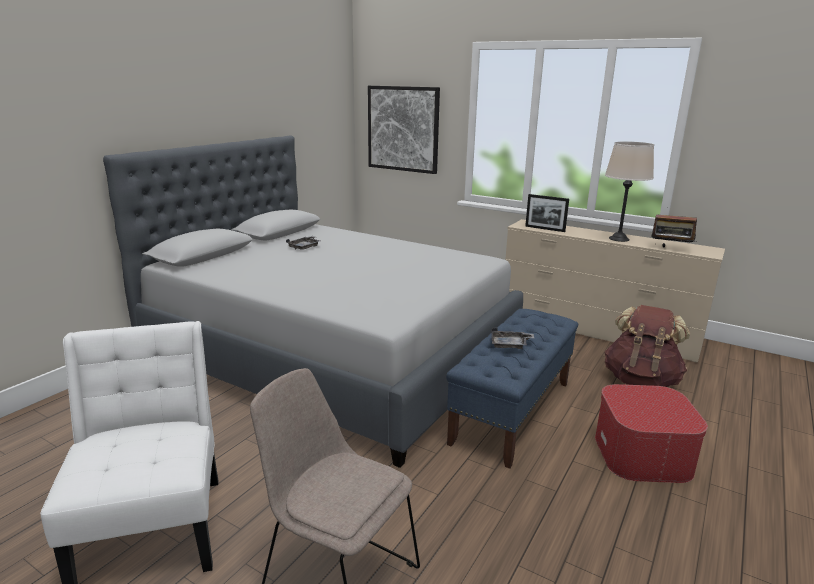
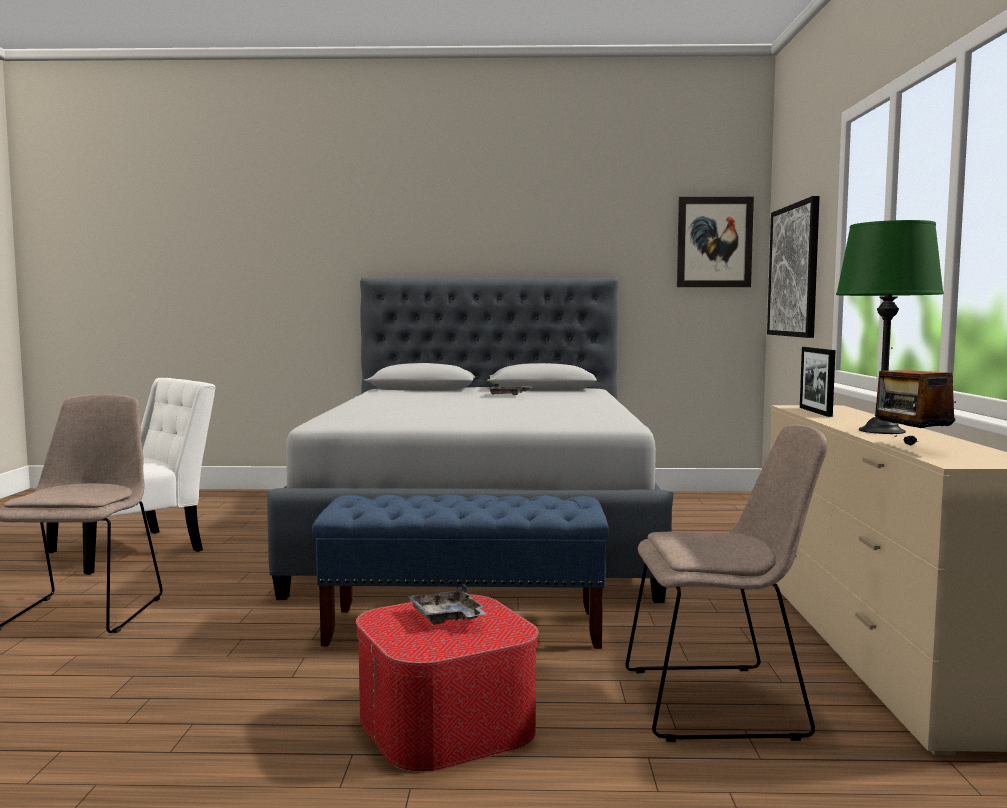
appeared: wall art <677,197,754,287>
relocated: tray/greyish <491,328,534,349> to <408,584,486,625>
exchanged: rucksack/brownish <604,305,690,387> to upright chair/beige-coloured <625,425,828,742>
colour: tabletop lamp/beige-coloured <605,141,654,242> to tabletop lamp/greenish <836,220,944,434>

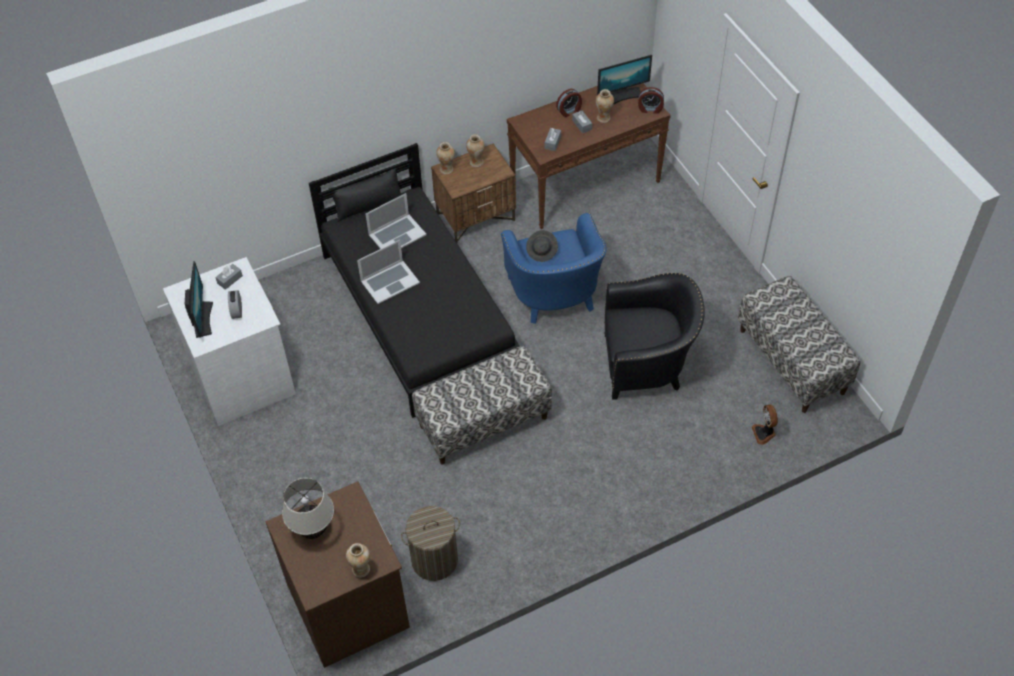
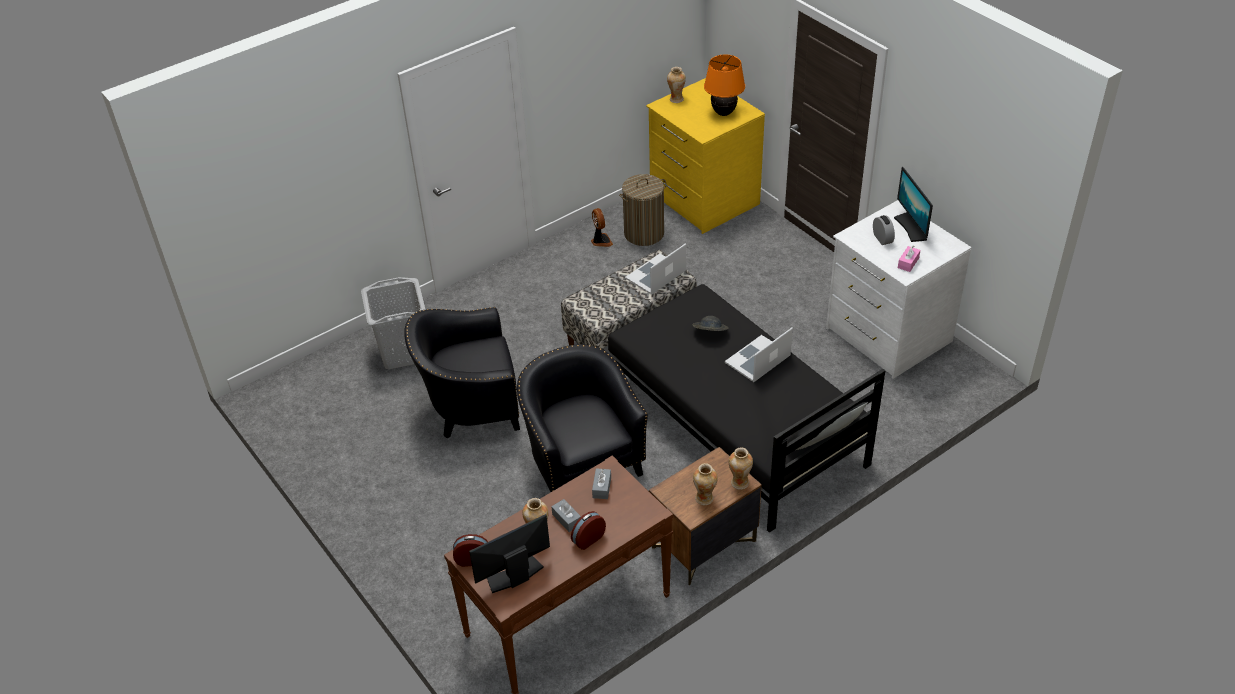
missing: indoor bench <738,276,860,413>
appeared: washing basket/greyish <361,277,426,369>
relocated: cooling fan <752,405,778,445> to <591,208,613,247>; notebook computer <366,193,426,249> to <625,243,686,295>; hat/greyish <526,230,558,262> to <692,316,729,331>
colour: lounge chair/blue-coloured <501,213,607,324> to lounge chair/blackish <517,345,648,492>; chest of drawers/brownish <266,481,410,668> to chest of drawers/yellow-coloured <646,78,765,234>; tabletop lamp/beige-coloured <282,478,334,539> to tabletop lamp/orange <704,54,745,116>; tissue box/greyish <215,264,243,290> to tissue box/pink-coloured <898,246,920,272>

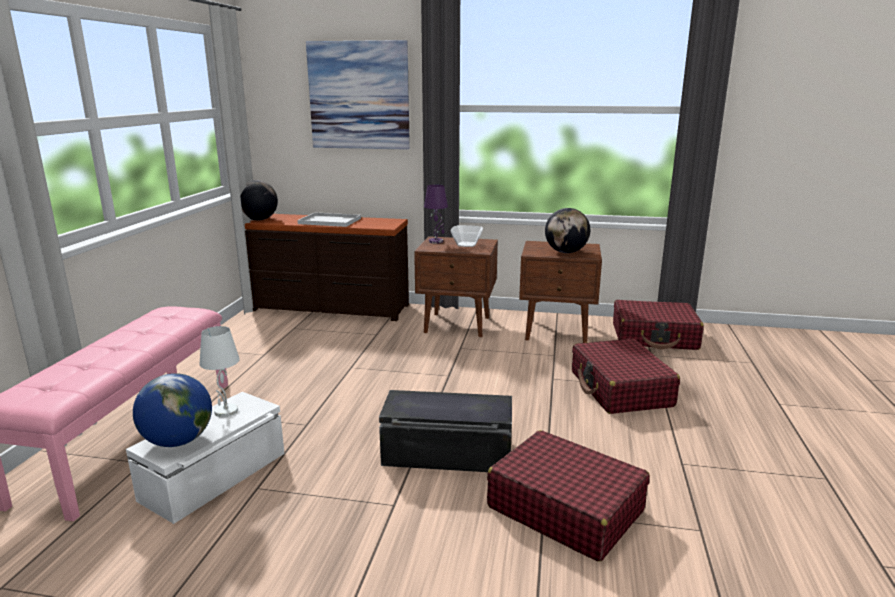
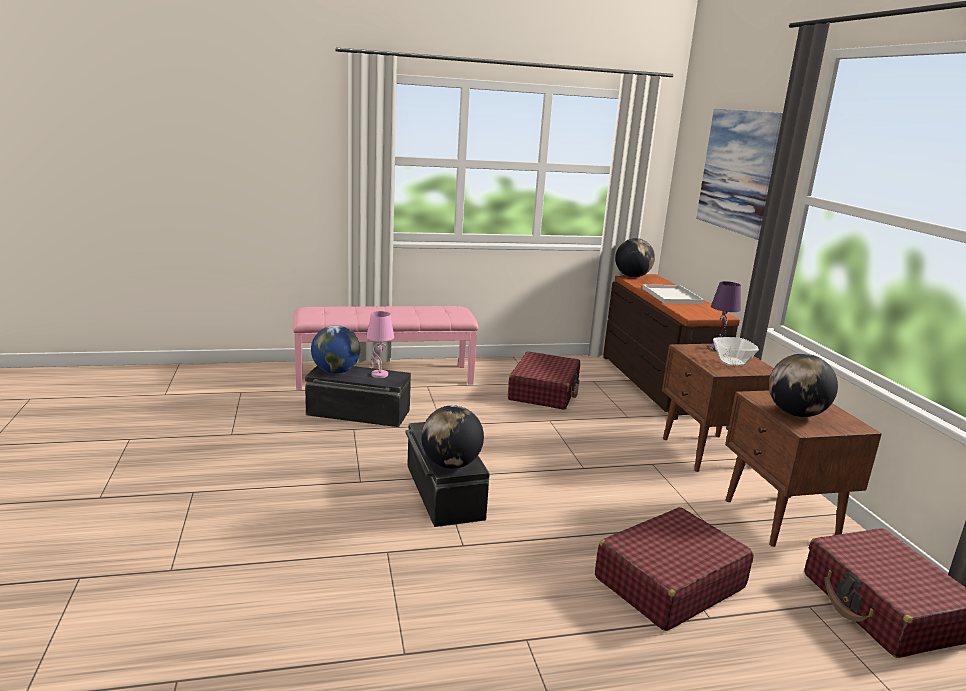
appeared: world globe <421,405,484,469>
relocated: travel case/reddish <487,430,650,562> to <508,351,580,410>
colour: storage box/whitish <126,392,284,524> to storage box/blackish <305,366,411,427>; tabletop lamp/whitish <200,326,240,417> to tabletop lamp/pink-coloured <366,311,394,378>

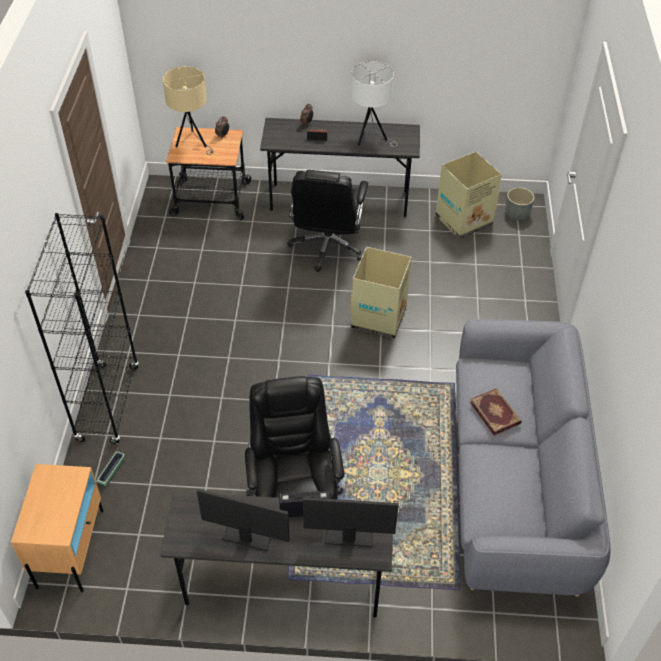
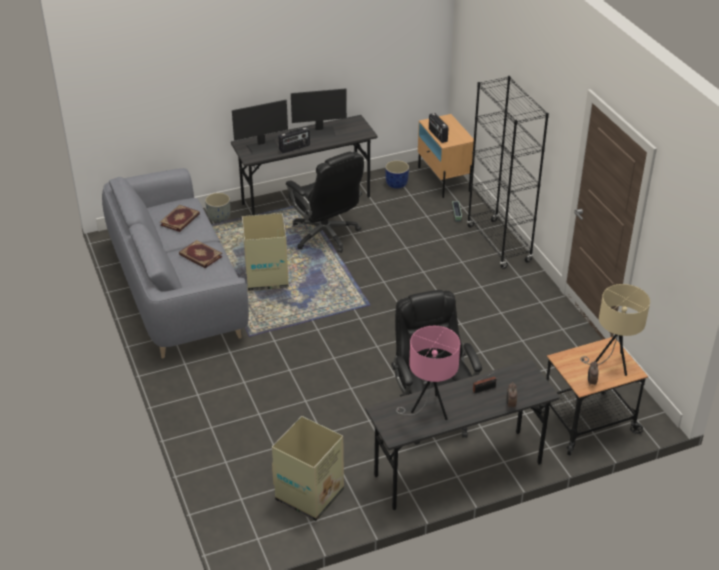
appeared: volume <160,205,200,232>; plant pot/blue-coloured <385,160,409,189>; radio <429,113,448,143>
relocated: plant pot/greyish <506,187,535,220> to <205,193,230,222>; packing box <351,247,412,338> to <242,213,289,291>
colour: tabletop lamp/whitish <351,61,398,147> to tabletop lamp/pink-coloured <396,326,460,420>

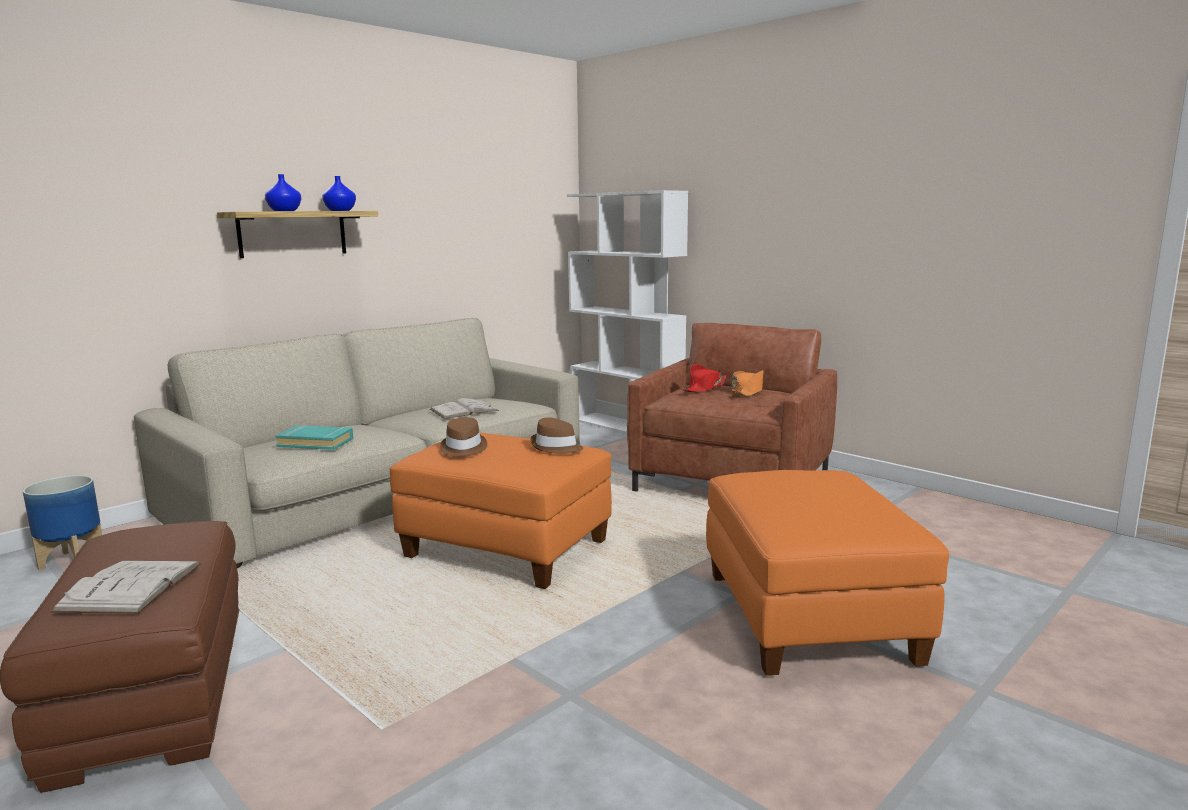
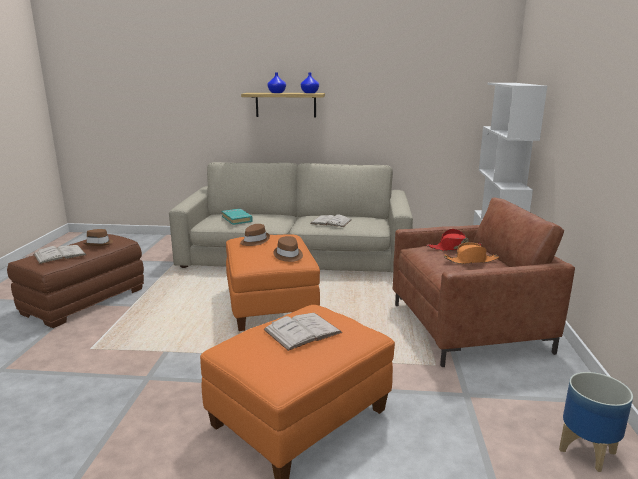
appeared: hat/brownish <84,229,113,246>; volume/whitish <263,313,342,351>
relocated: plant pot <23,475,102,570> to <559,372,633,472>

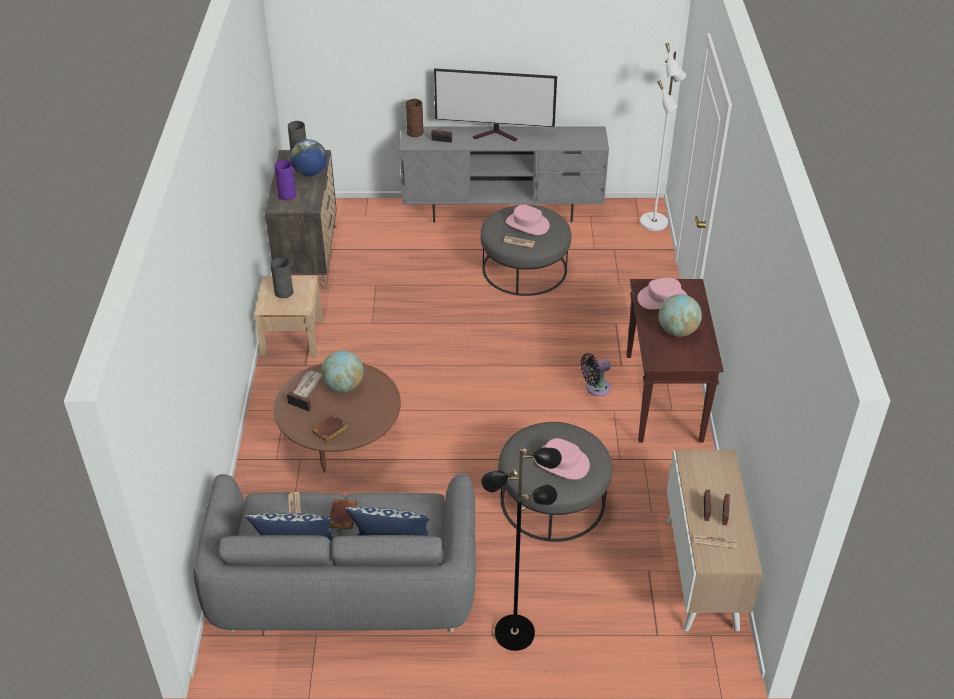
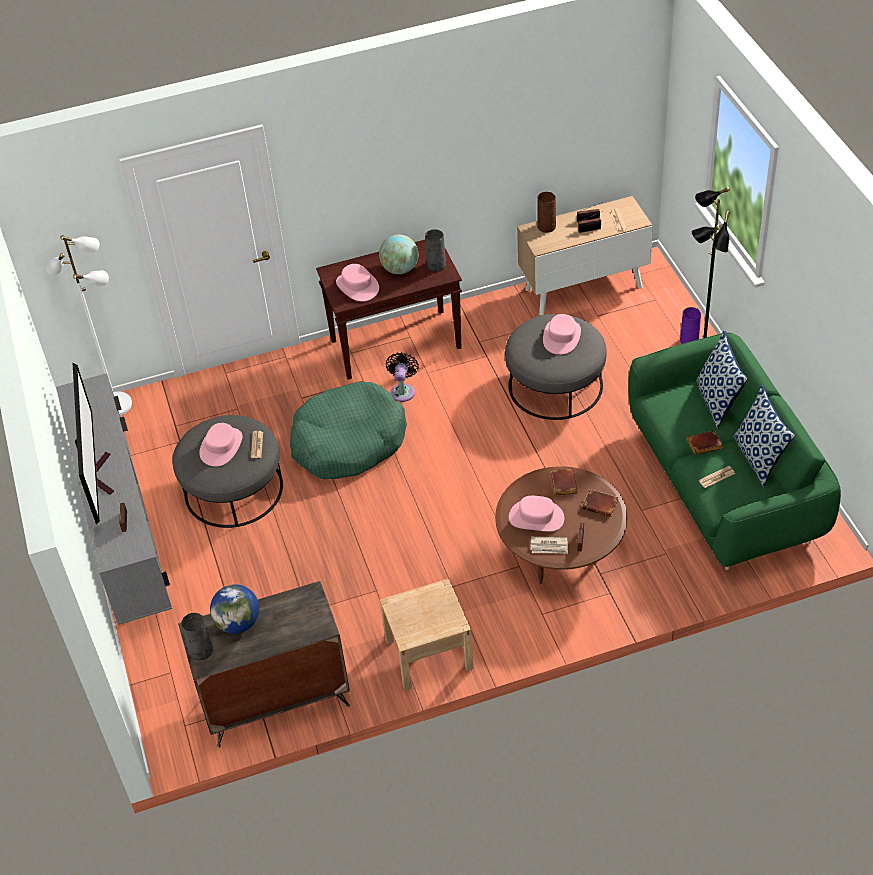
appeared: dog bed/greenish <290,382,407,479>; volume/brownish <551,468,578,495>
relocated: flower vase/greyish <271,257,294,298> to <425,229,446,272>; flower vase/brownish <406,99,424,137> to <537,192,556,233>; flower vase/purple-coloured <275,160,296,200> to <680,307,701,344>
exchanged: world globe <321,350,364,392> to hat/pink-coloured <509,496,564,531>
colour: sofa/greyish <194,474,476,632> to sofa/greenish <628,332,841,570>
spun: cooling fan/blackish <581,353,611,396> = <386,352,419,402> 135 degrees counterclockwise

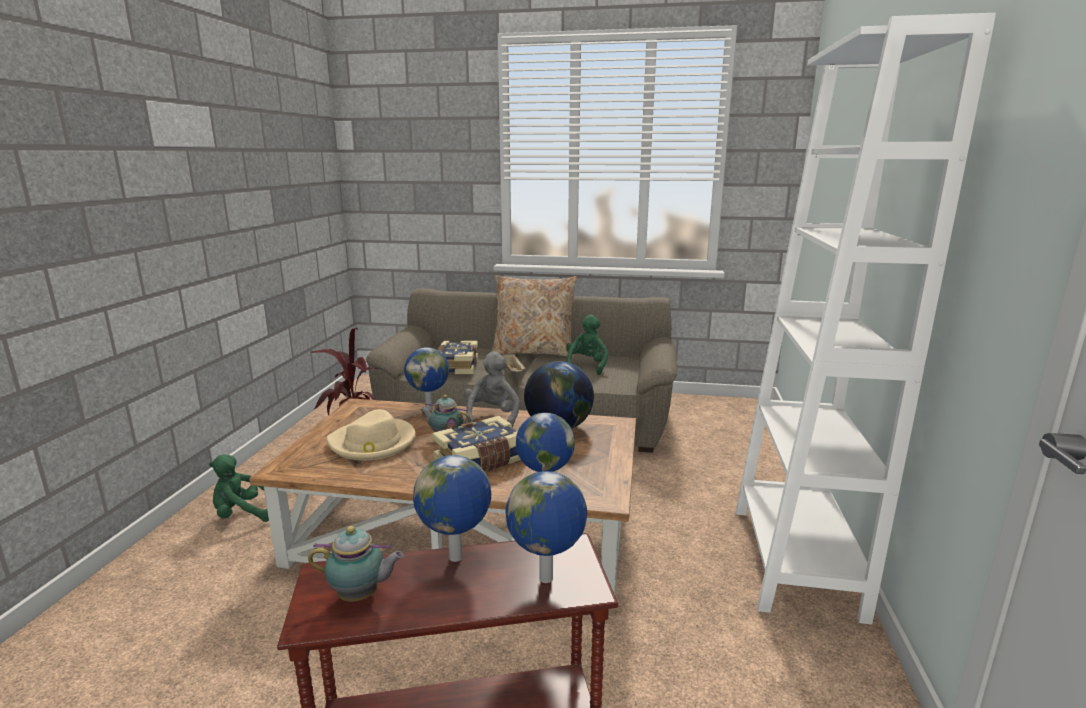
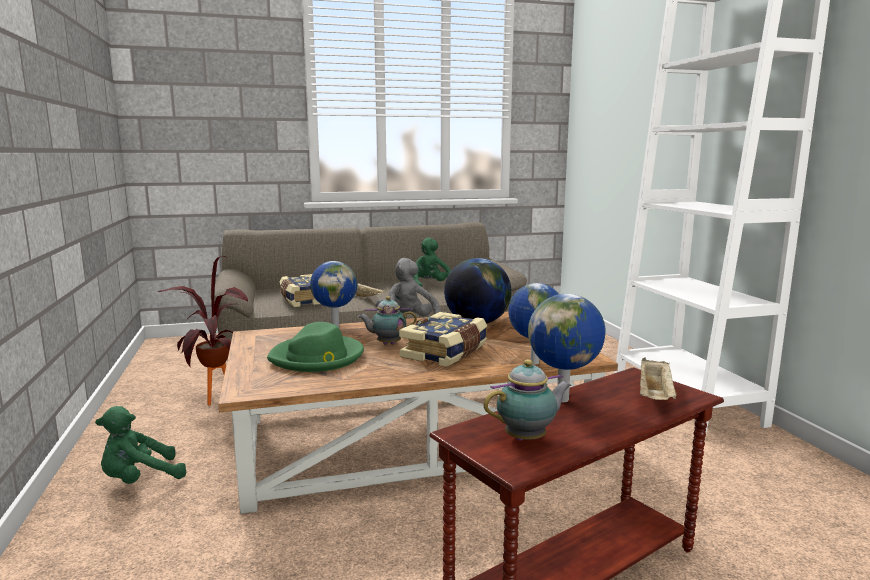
missing: throw pillow/beige-coloured <491,275,577,358>
exchanged: world globe <505,471,587,583> to tray/beige-coloured <640,357,677,400>
colour: hat/beige-coloured <326,409,416,460> to hat/greenish <267,322,364,372>

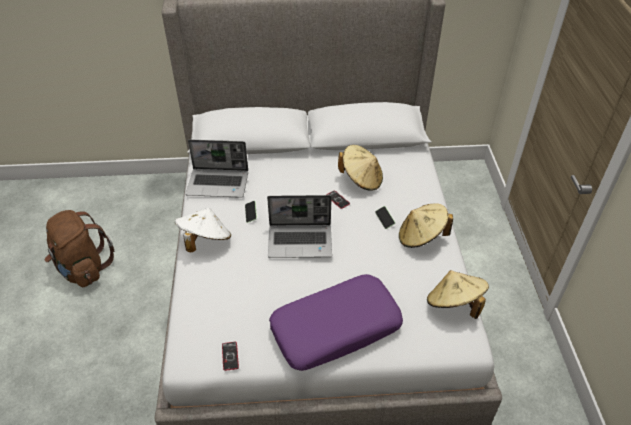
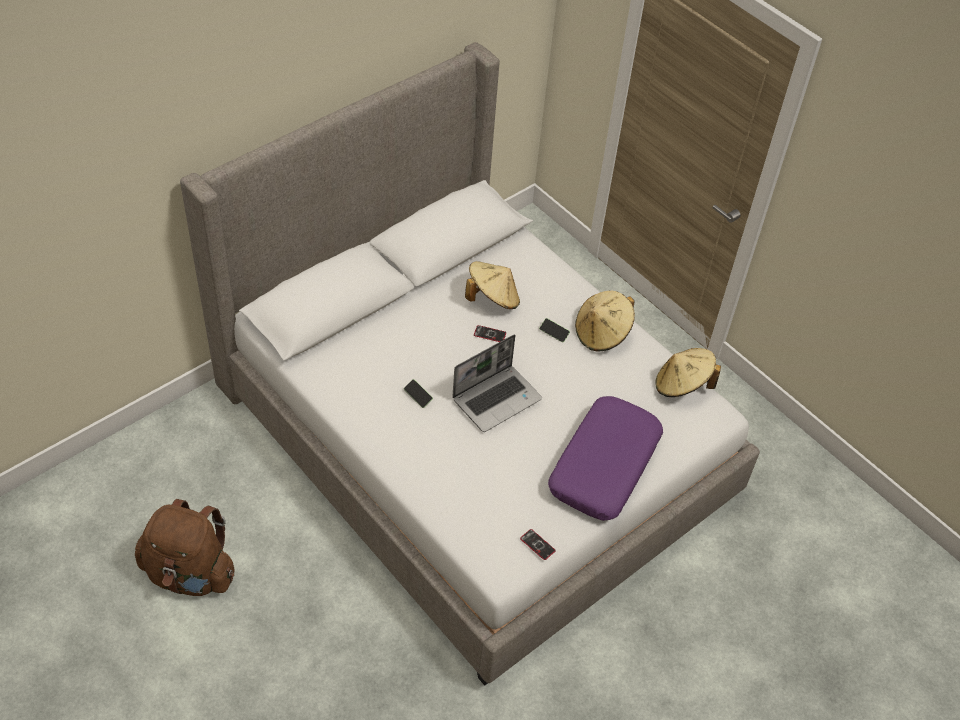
missing: hat/whitish <175,208,231,252>; notebook computer <186,139,248,198>

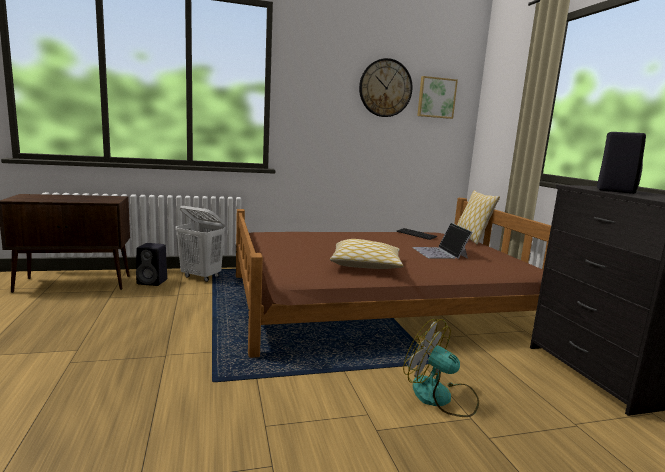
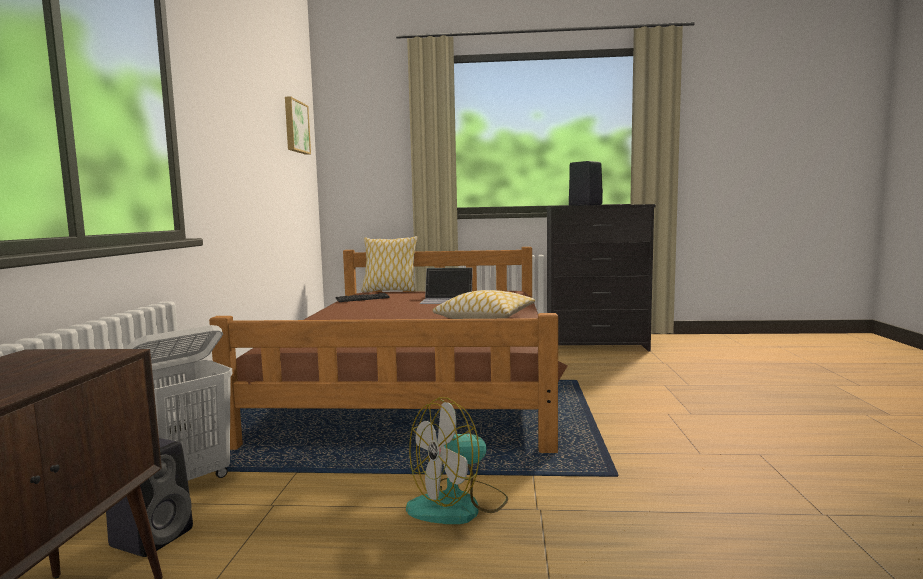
missing: hanging clock <359,58,412,117>
relocated: cooling fan <403,319,479,417> to <406,397,508,524>

